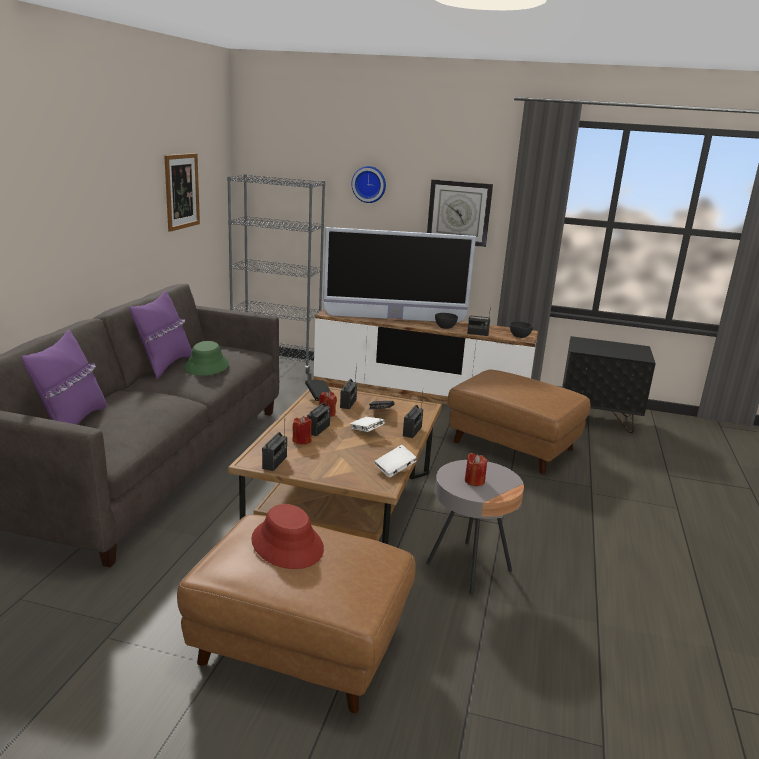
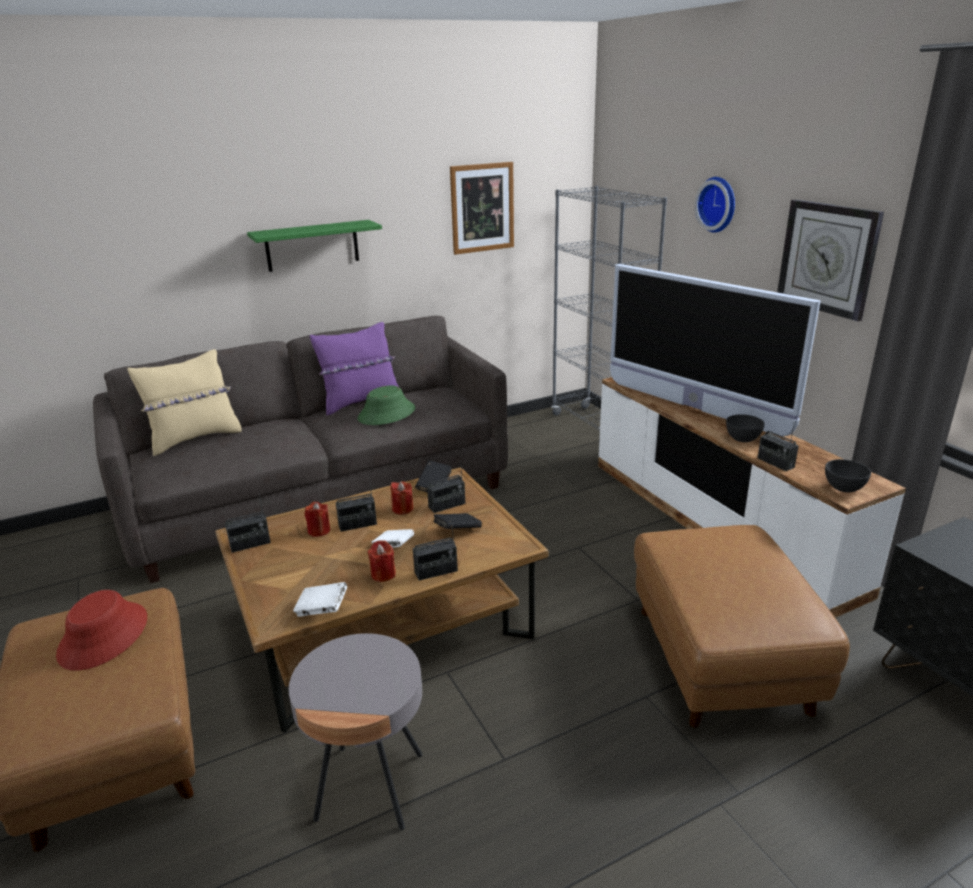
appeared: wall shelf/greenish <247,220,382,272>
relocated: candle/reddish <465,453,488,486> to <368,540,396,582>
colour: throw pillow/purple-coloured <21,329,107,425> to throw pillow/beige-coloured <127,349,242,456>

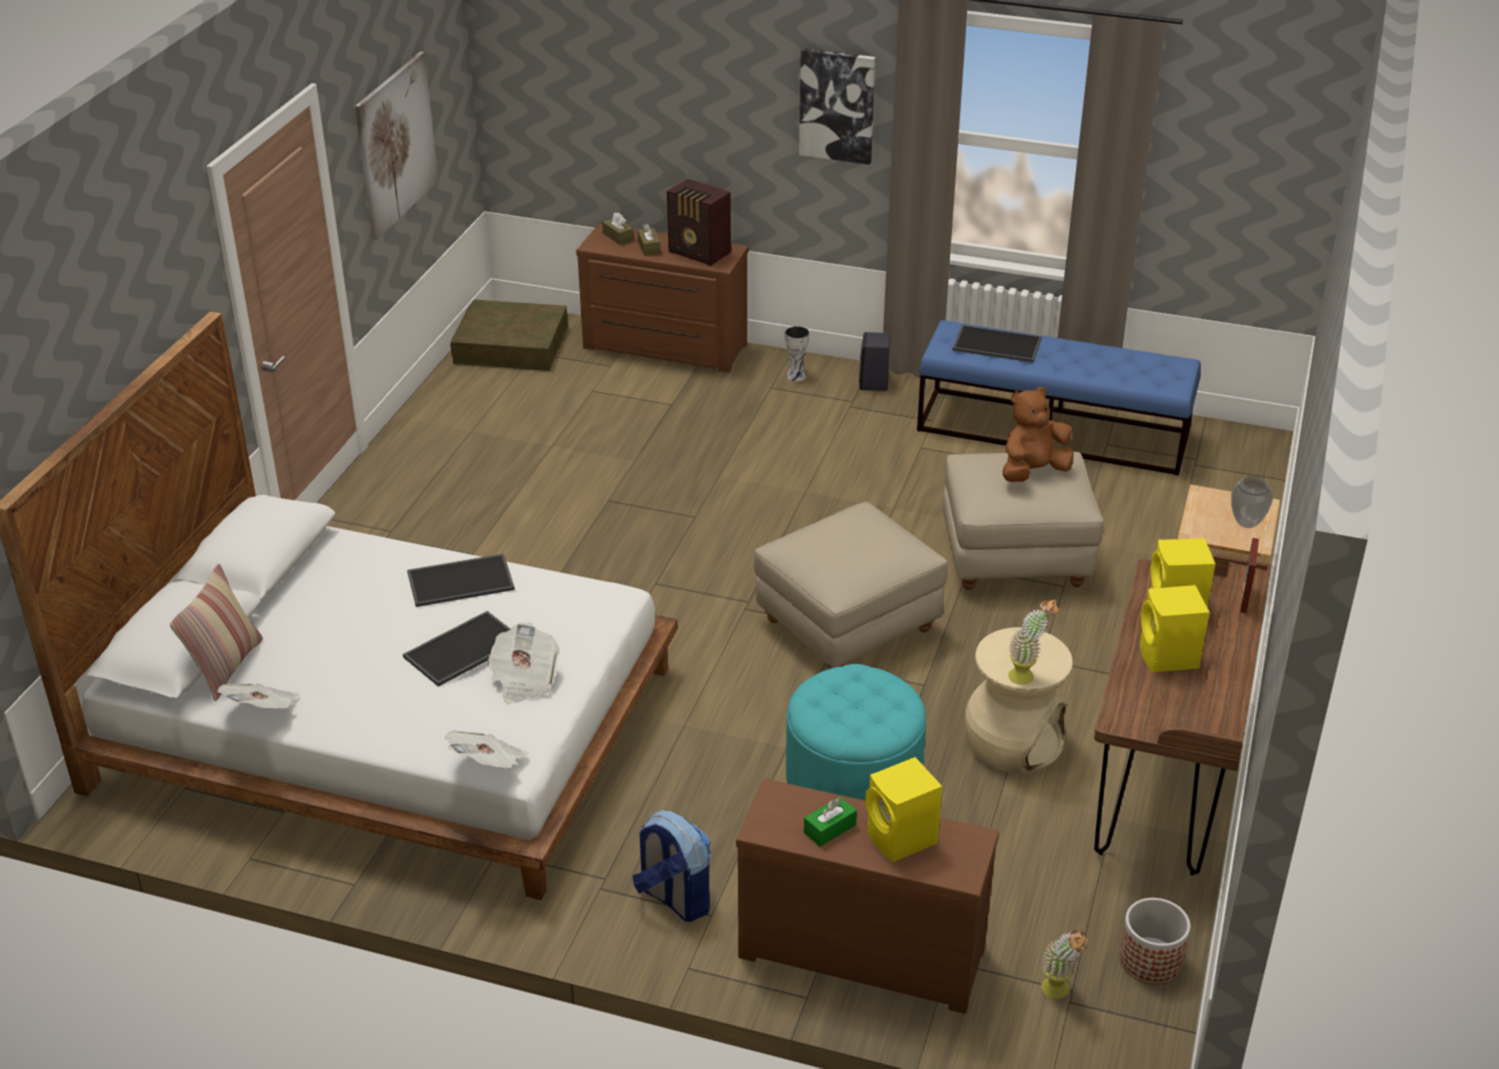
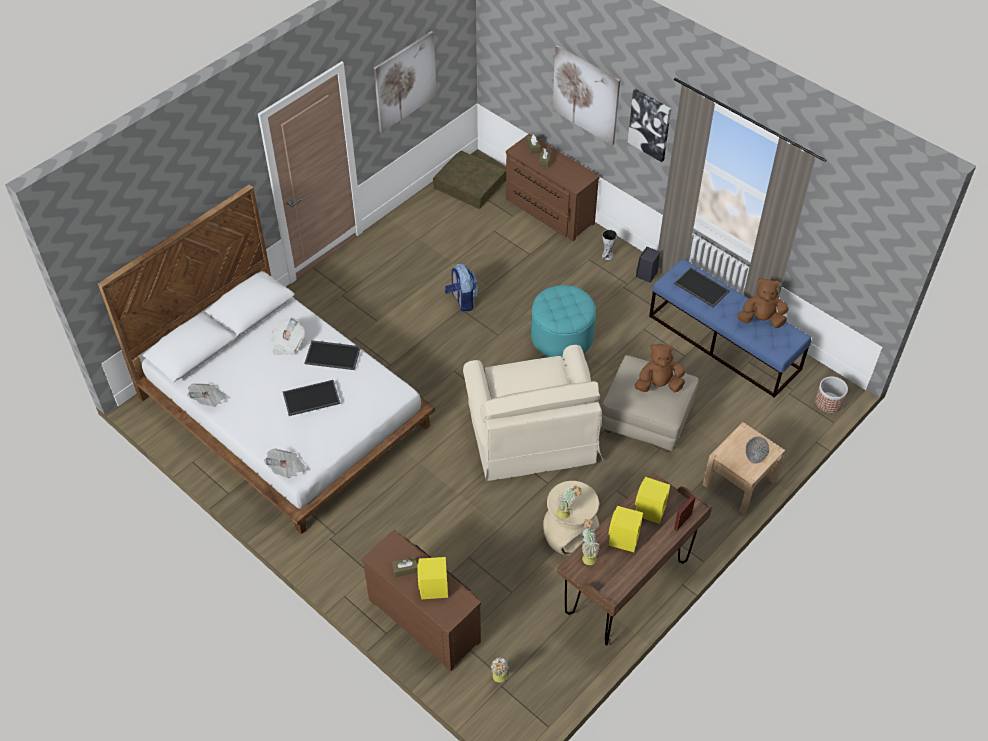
missing: throw pillow <170,564,263,701>; radio <667,179,731,266>
appeared: wall art <552,45,620,146>; houseplant <582,519,600,565>; cuddly toy/brownish <737,278,789,328>
relocated: printed paper <487,622,560,704> to <272,317,305,355>; rucksack <632,810,711,922> to <445,264,478,312>; ottoman/turquoise-coloured <786,664,926,800> to <531,285,596,357>; plant pot <1119,898,1190,984> to <815,377,848,413>
exchanged: ottoman/beige-coloured <754,501,948,669> to lounge chair/beige-coloured <463,345,603,481>
colour: tissue box/greenish <804,797,857,847> to tissue box/brownish <392,557,418,578>

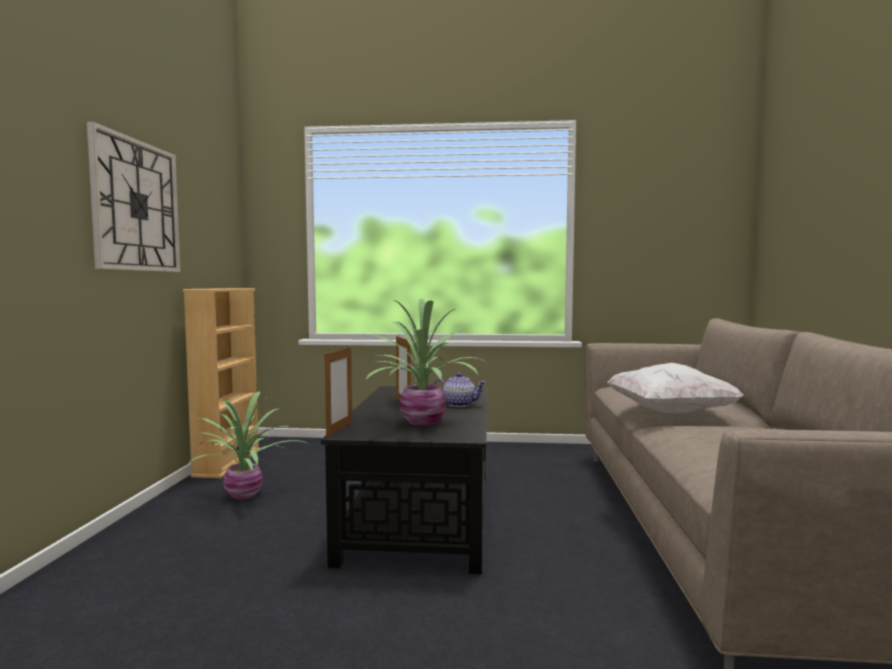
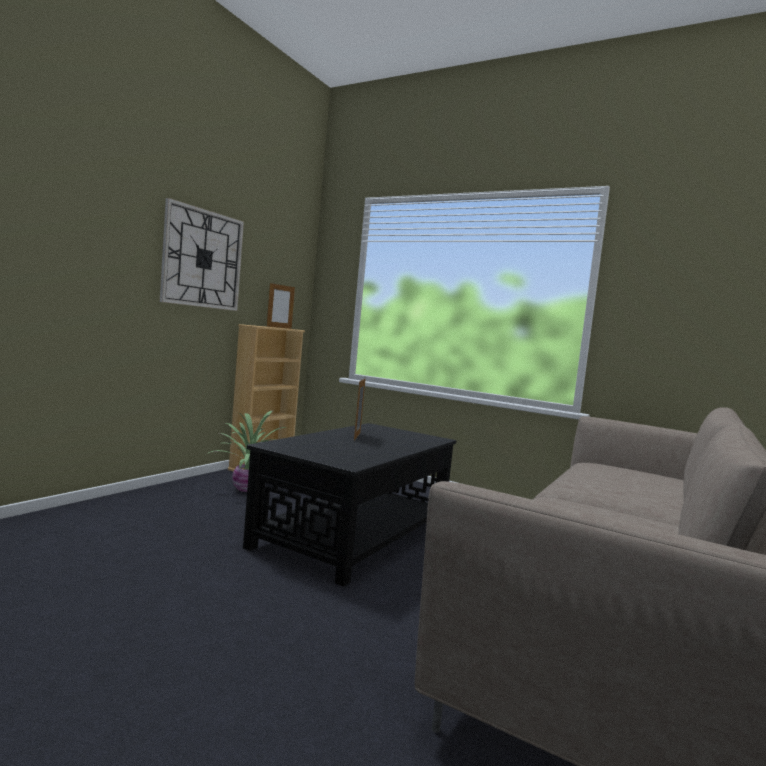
missing: houseplant <361,299,486,426>; tea pot <433,373,486,407>; throw pillow/whitish <607,363,744,413>
relocated: standing frame <324,347,352,437> to <267,283,295,329>

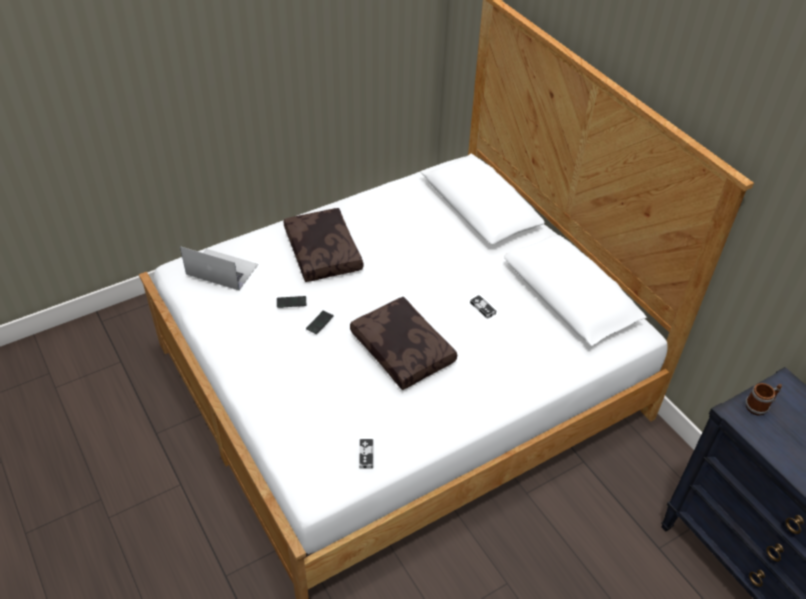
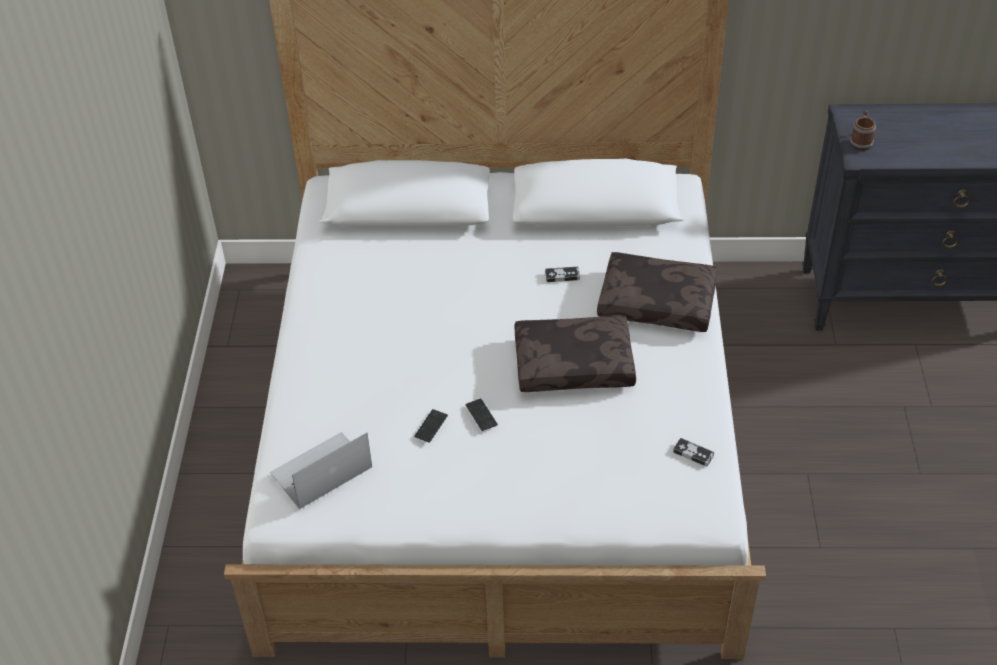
relocated: throw pillow/brownish <284,208,363,282> to <597,252,718,332>

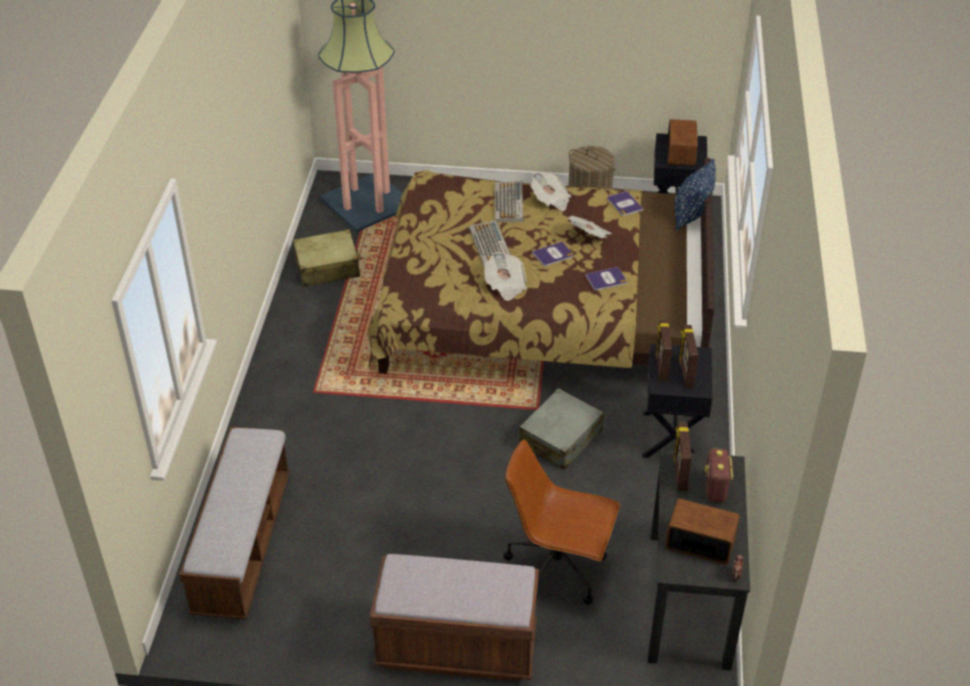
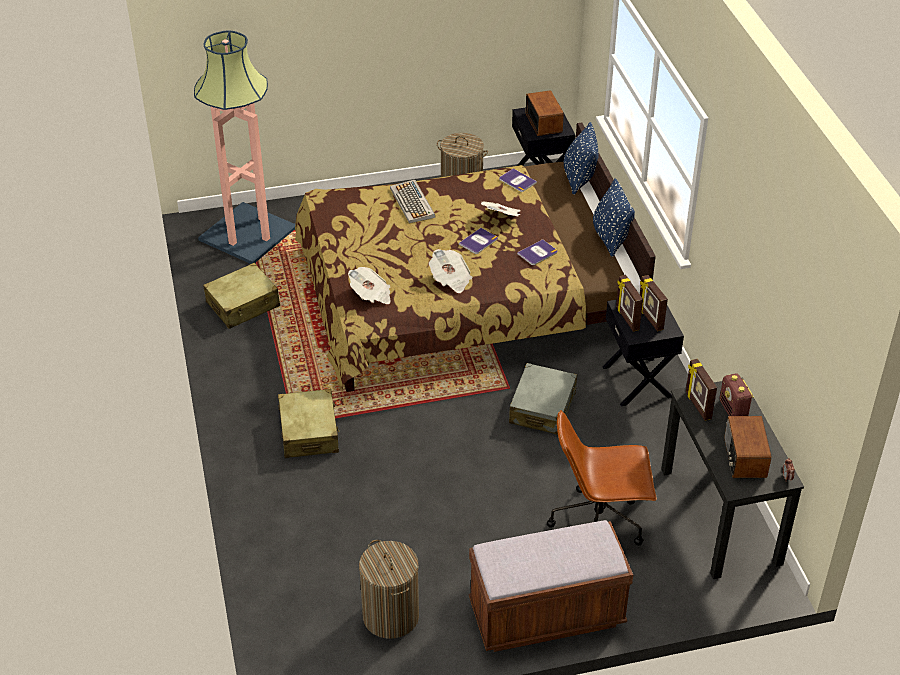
missing: indoor bench <179,426,290,620>; PC keyboard <469,220,511,266>
appeared: travel case/beige-coloured <278,389,339,458>; washing basket <359,540,419,639>; throw pillow/blue-coloured <593,179,635,257>
relocated: printed paper <531,172,571,211> to <348,267,391,304>
spun: radio <665,499,740,565> = <724,416,771,478> 90 degrees counterclockwise

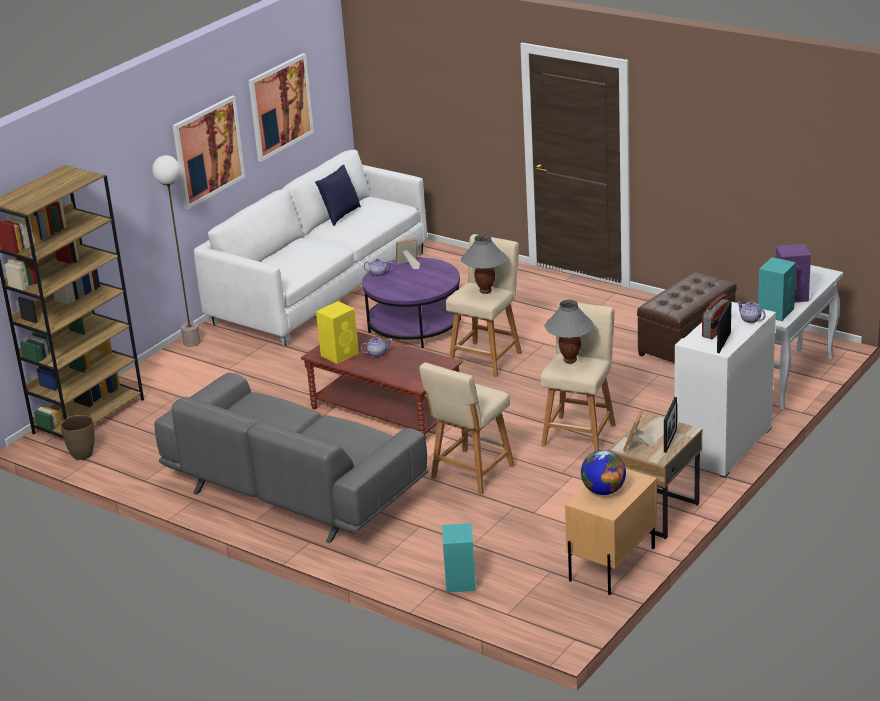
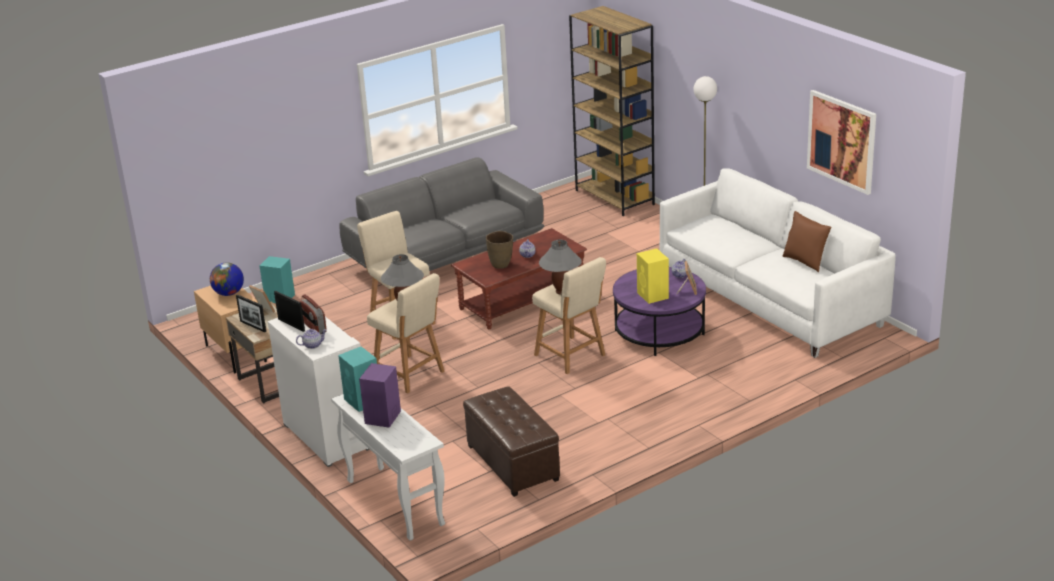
missing: wall art <173,96,245,209>
relocated: flower vase/brownish <60,415,95,460> to <486,231,513,269>; speaker/yellow-coloured <316,301,359,364> to <637,248,669,304>
colour: throw pillow/blue-coloured <315,165,361,226> to throw pillow/brownish <783,211,832,273>

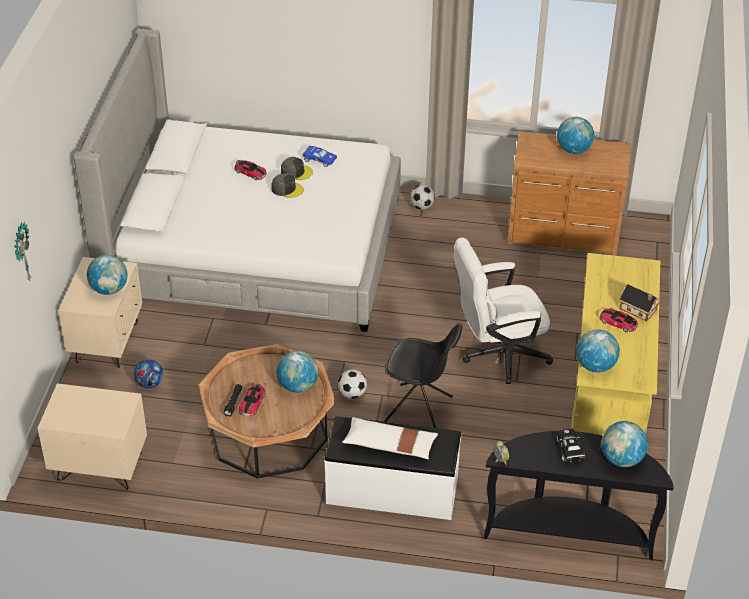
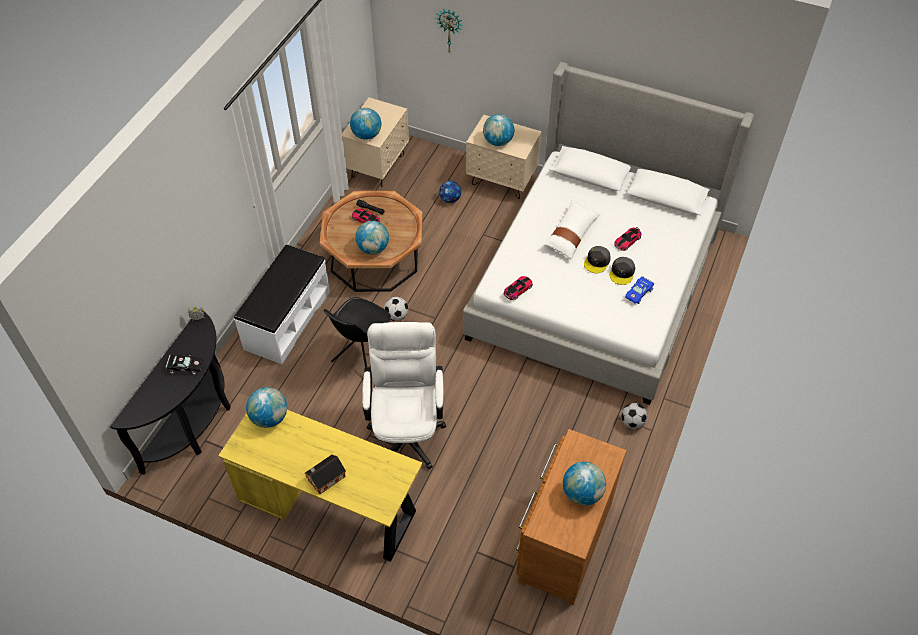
relocated: world globe <601,421,648,467> to <350,108,381,140>; miniature car <600,308,638,332> to <504,276,533,300>; throw pillow/whitish <342,417,438,459> to <543,200,600,260>

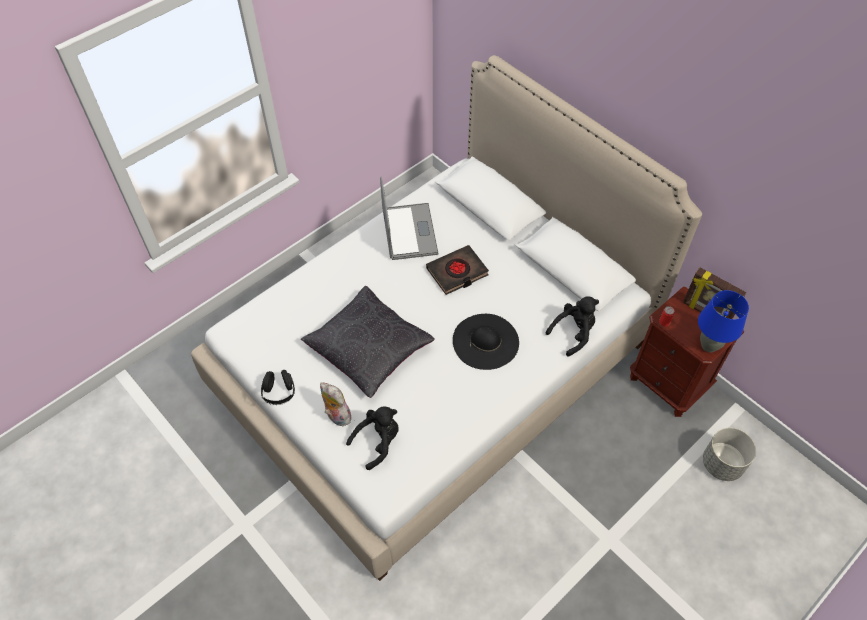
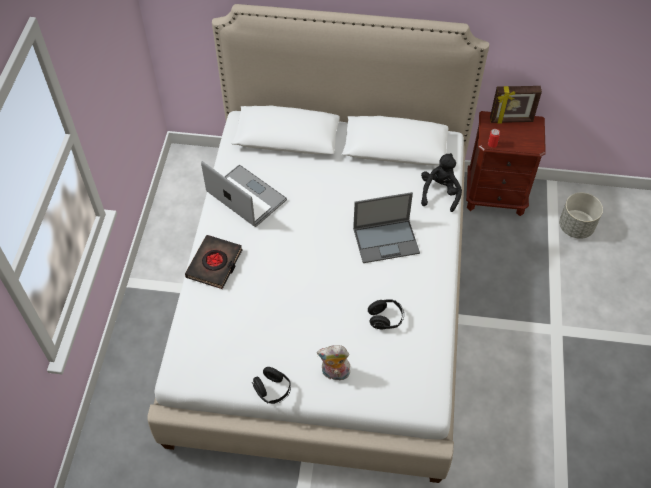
missing: throw pillow/blackish <301,286,435,398>; cuddly toy/blackish <346,406,399,470>; tabletop lamp/blue-coloured <698,290,749,353>
appeared: headset/blackish <368,299,404,329>
relocated: volume/blackish <426,245,489,295> to <185,235,243,289>
exchanged: hat/blackish <453,314,519,370> to notebook computer <353,192,420,263>

